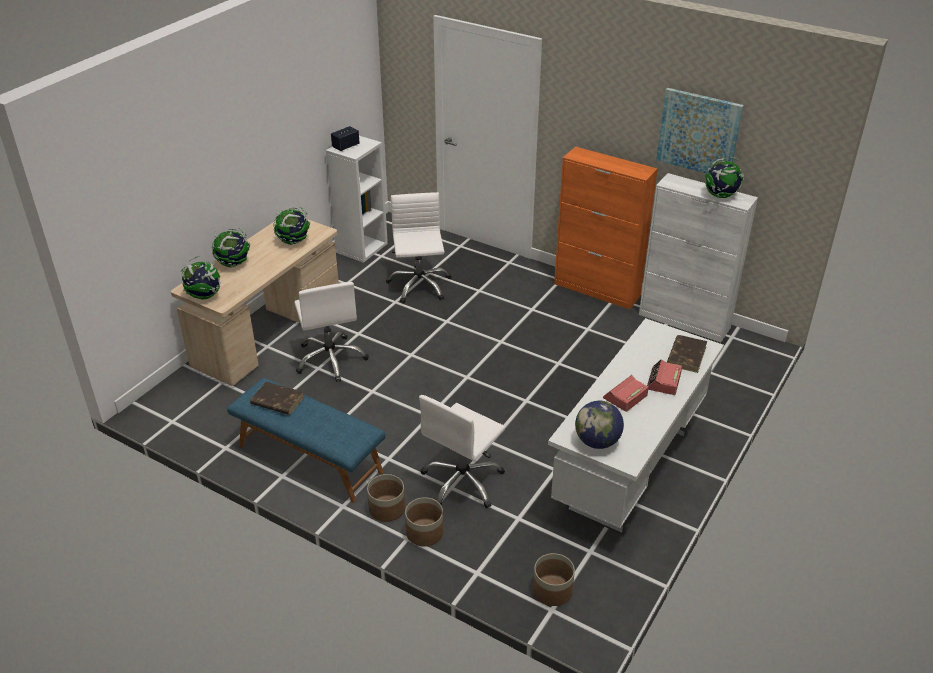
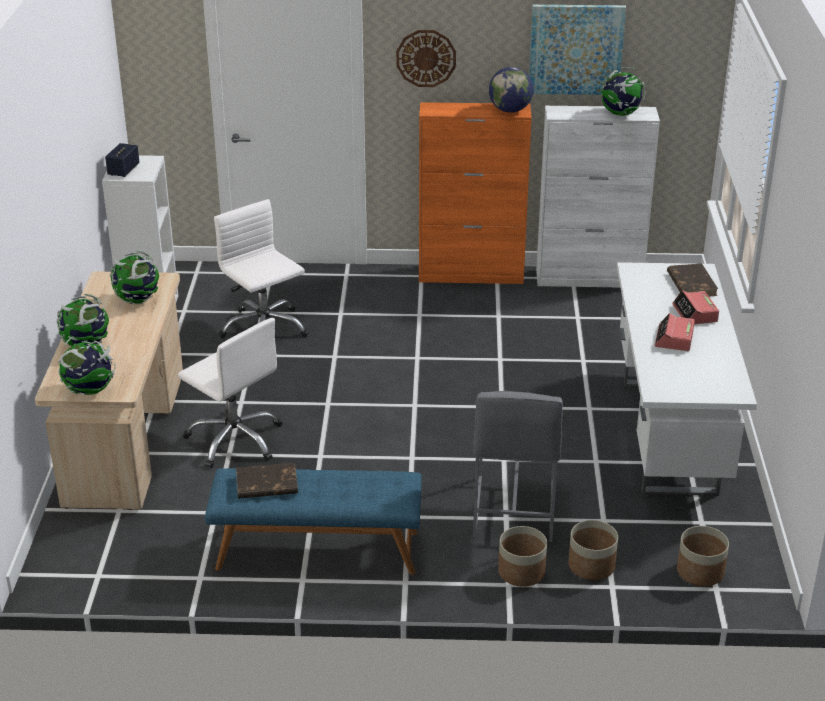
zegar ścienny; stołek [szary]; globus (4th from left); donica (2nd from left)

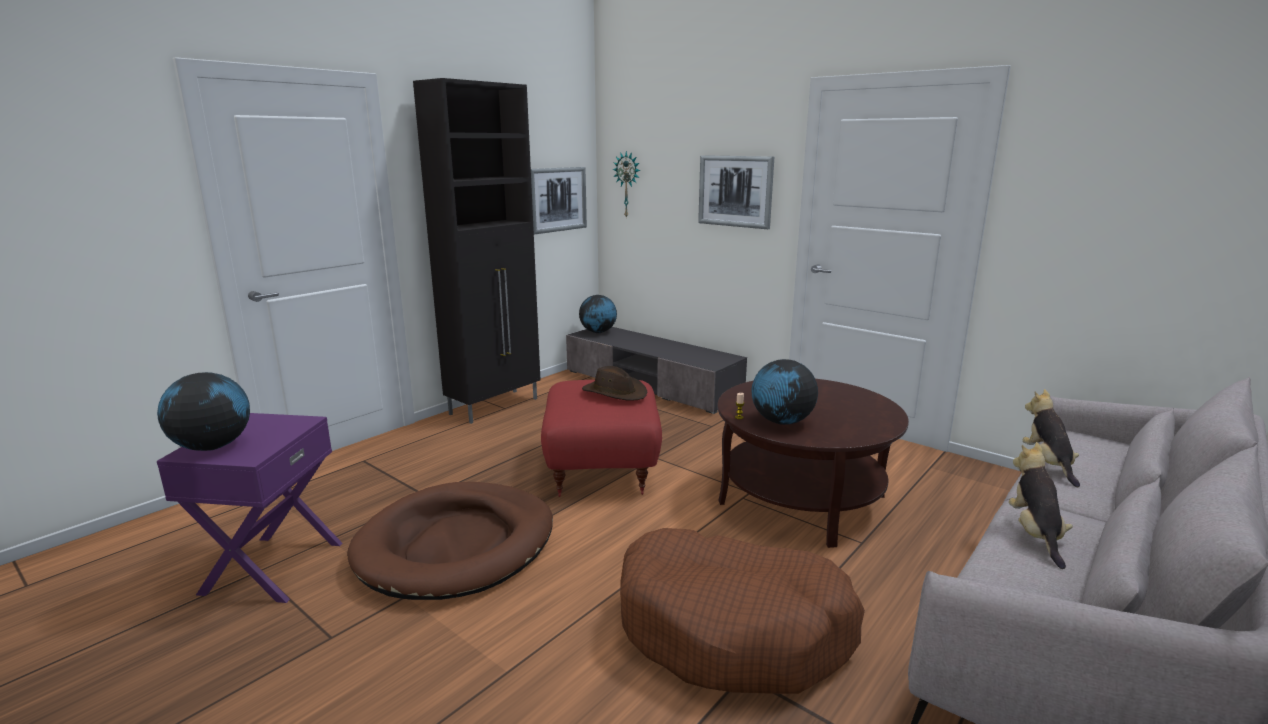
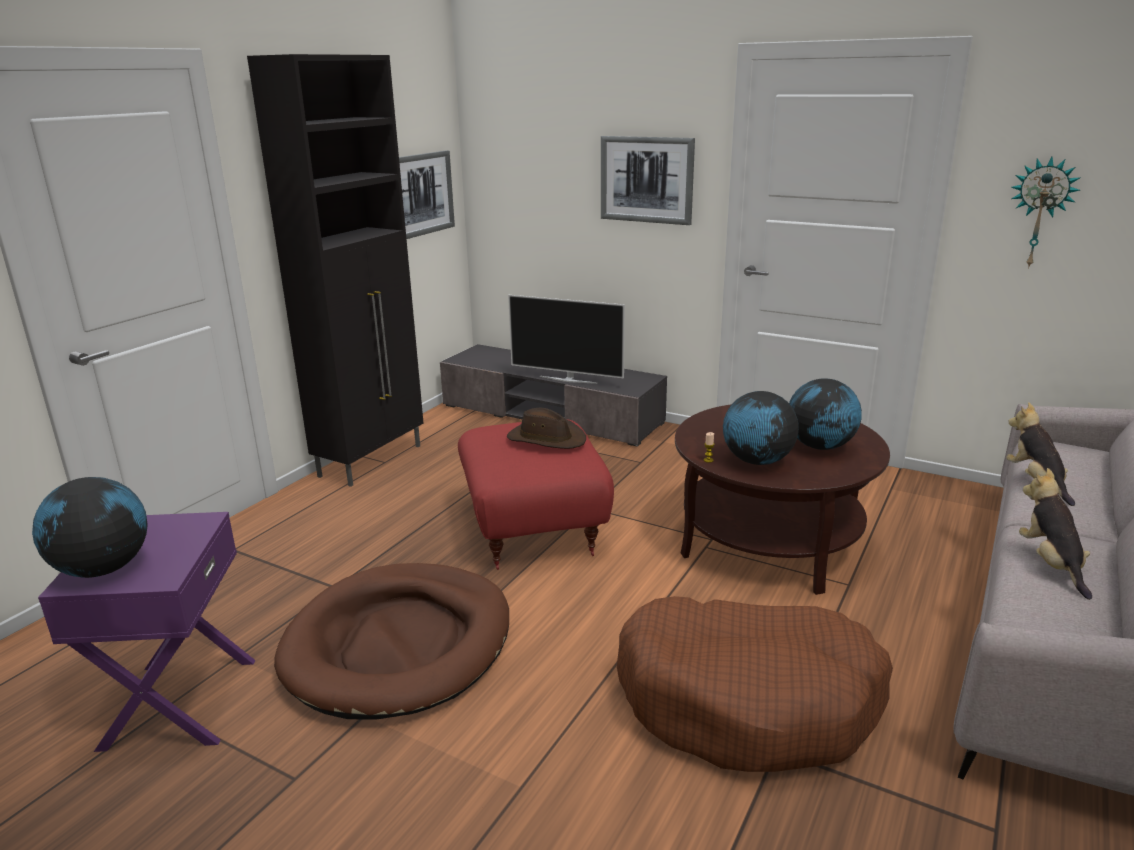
telewizor; globus (3rd from left); zegar ścienny

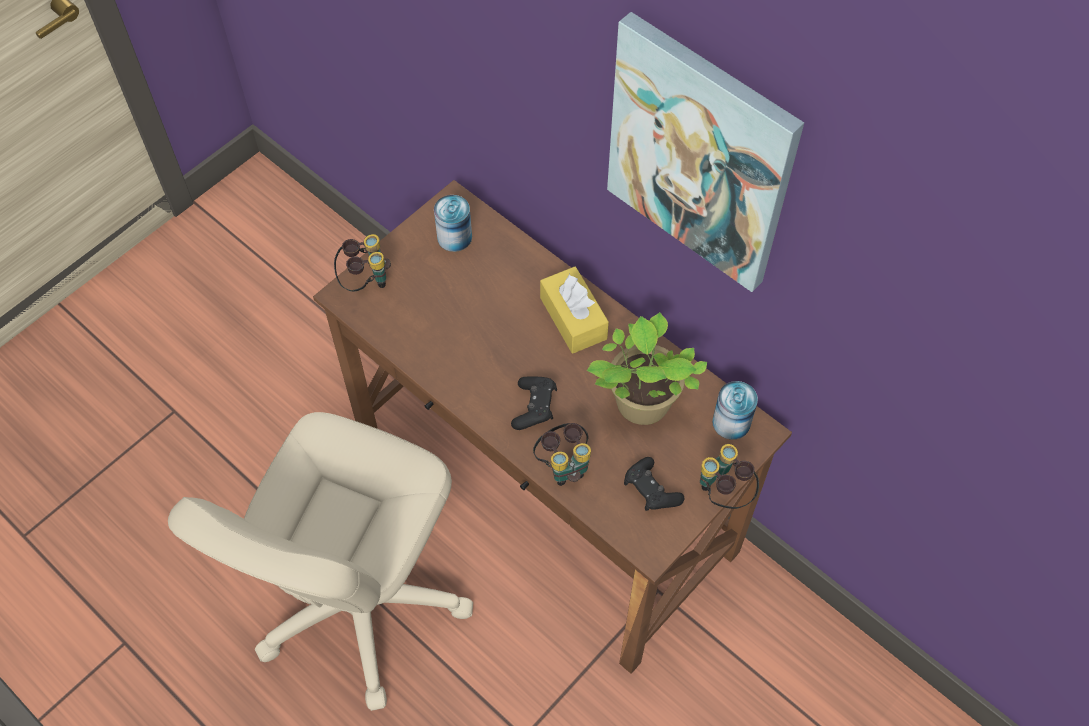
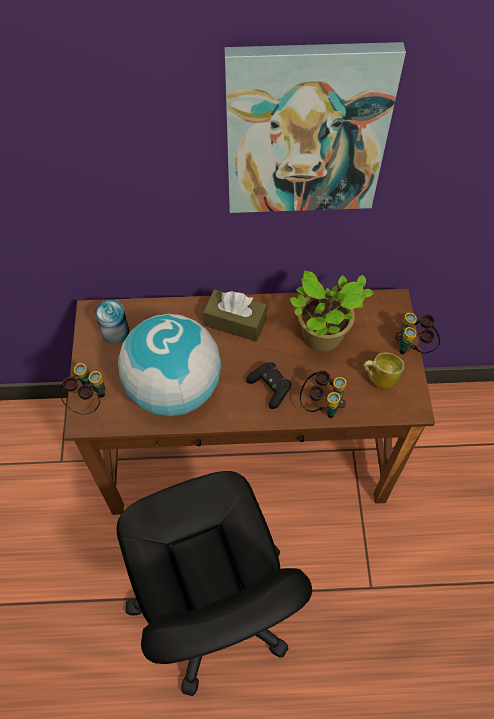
krzesło biurowe [czarny]; globus; pudełko chusteczek [brązowy]; kubek; puszka (2nd from left in the first image)

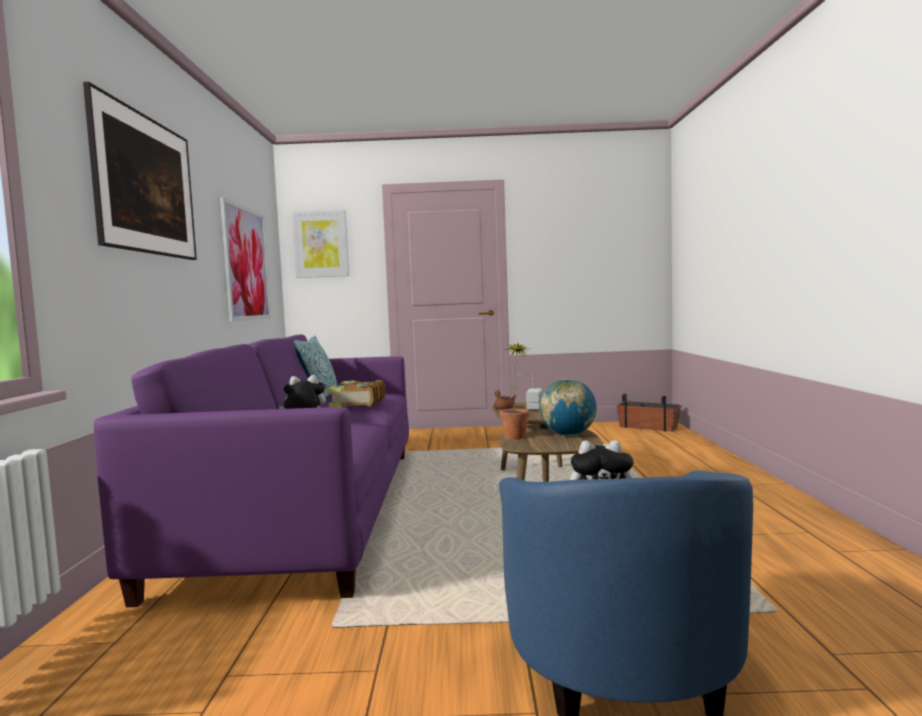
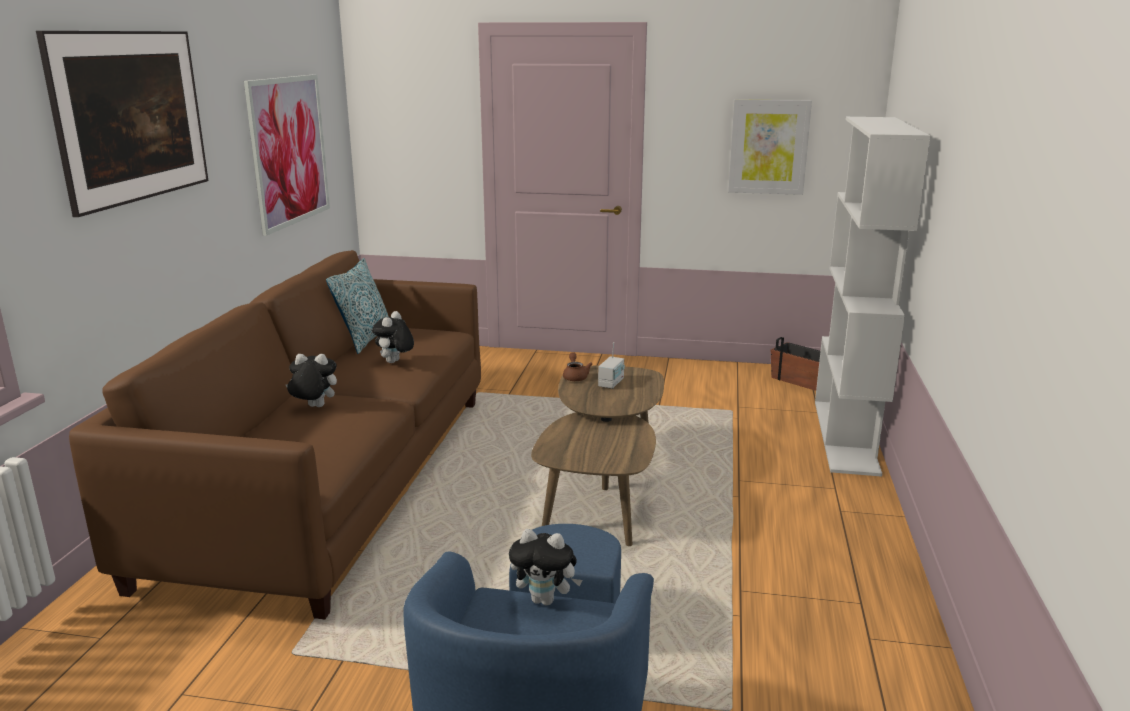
kanapa [brązowy]; pluszak (2nd from left); obraz (3rd from left); regał [biały]; roślina doniczkowa; globus

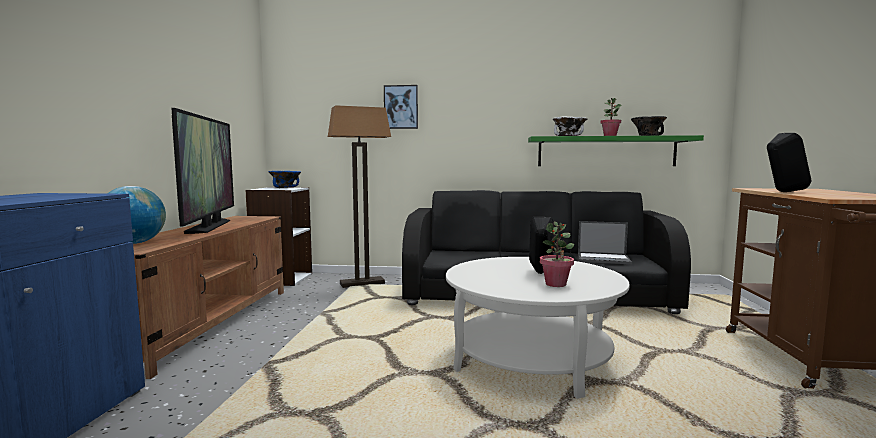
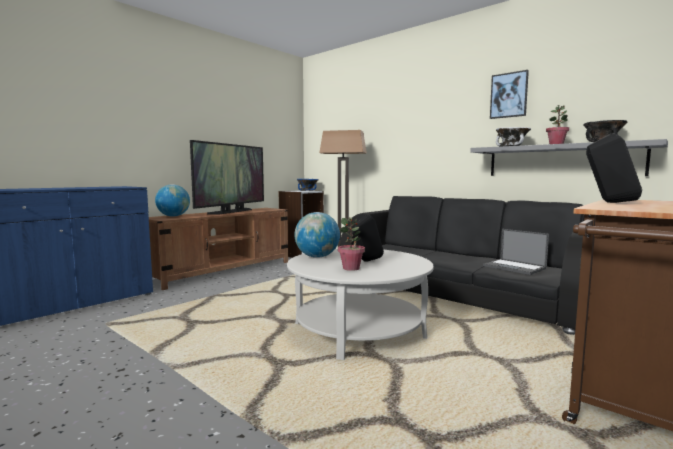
globus (2nd from left); półka [szary]; obraz

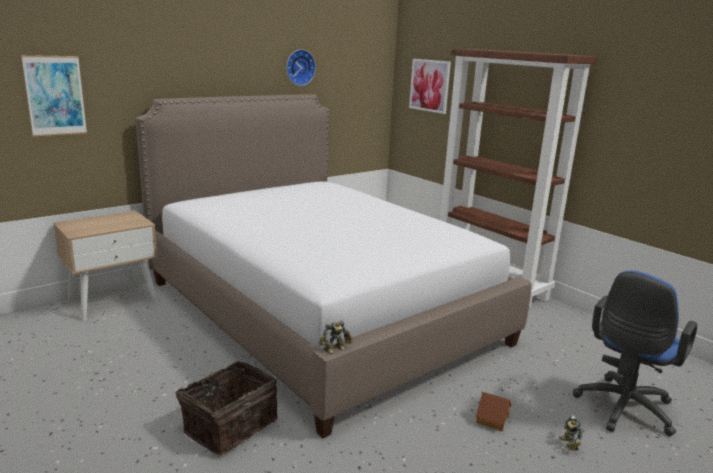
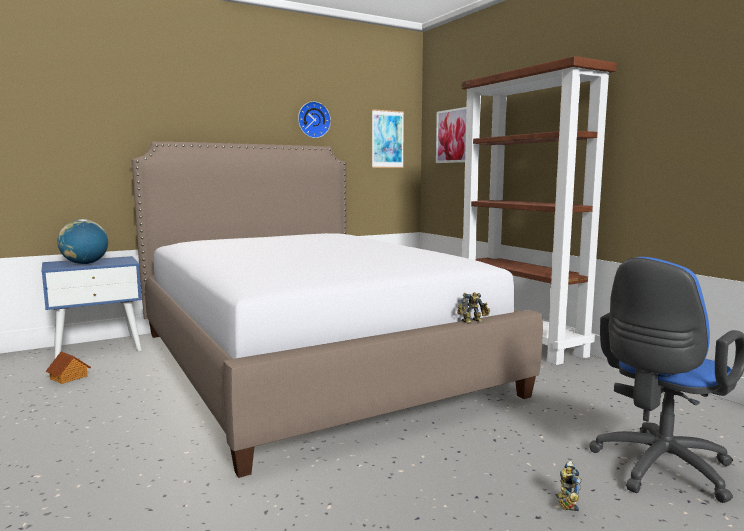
szafka nocna [niebieski]; domek; globus; obraz (1st from left); robot zabawkowy (1st from left); koszyk

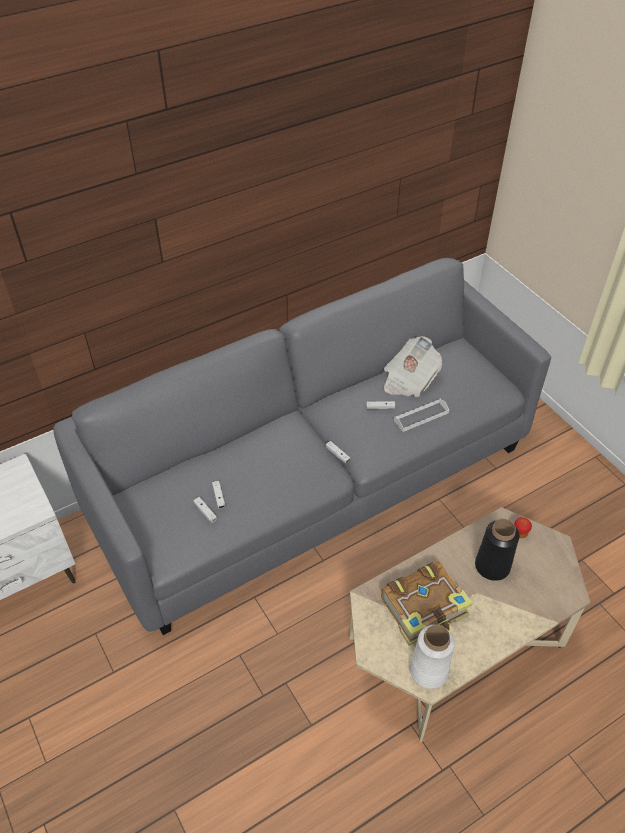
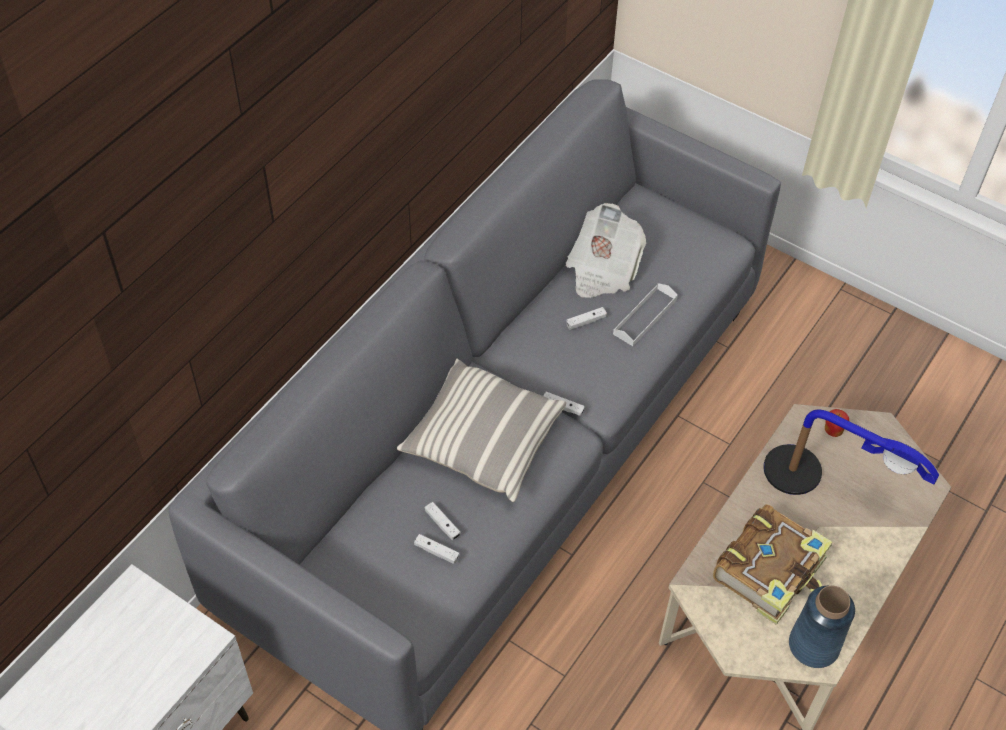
poduszka; lampa stołowa; wazon [niebieski]

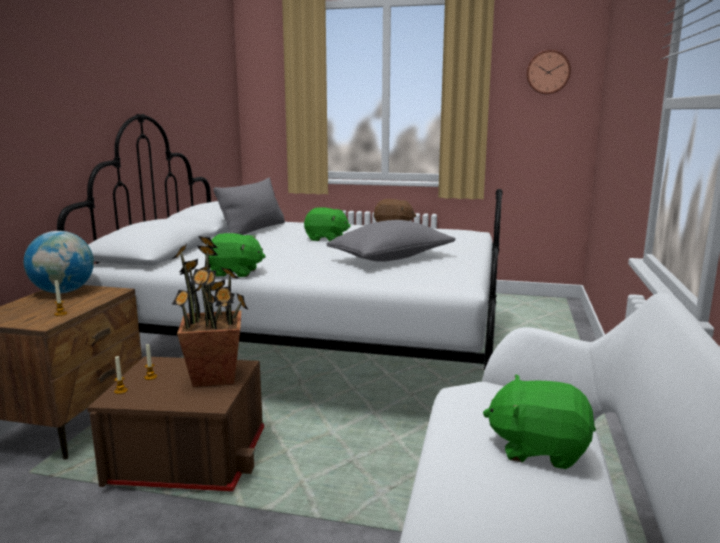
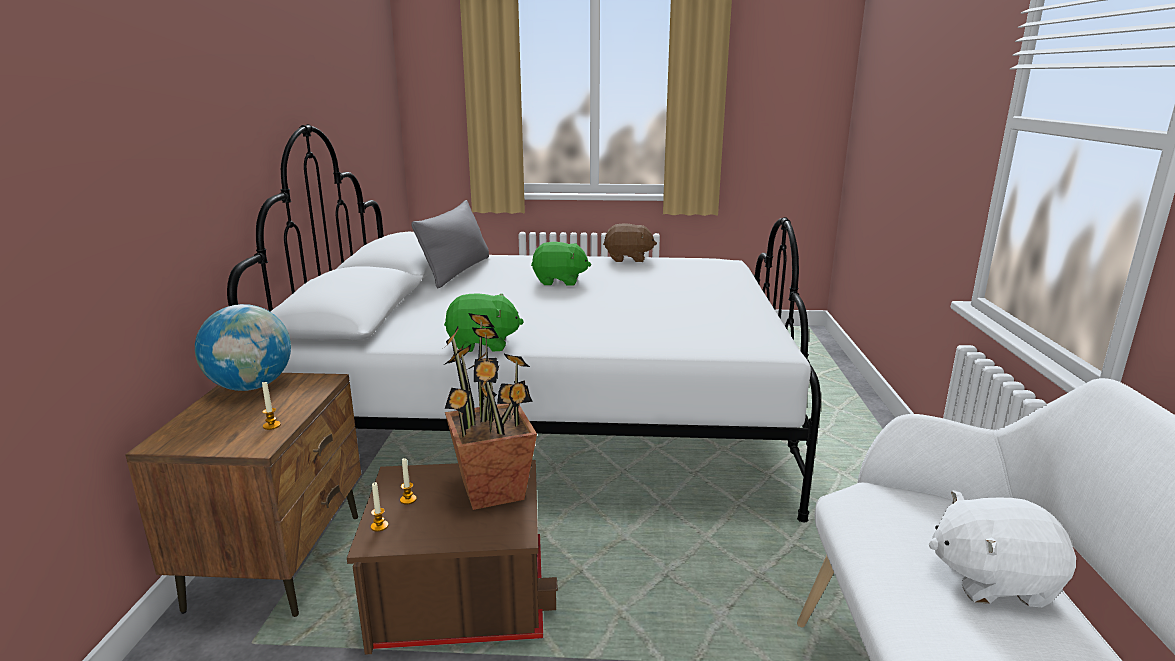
pluszak [biały]; poduszka [szary] (2nd from left in the first image); zegar ścienny

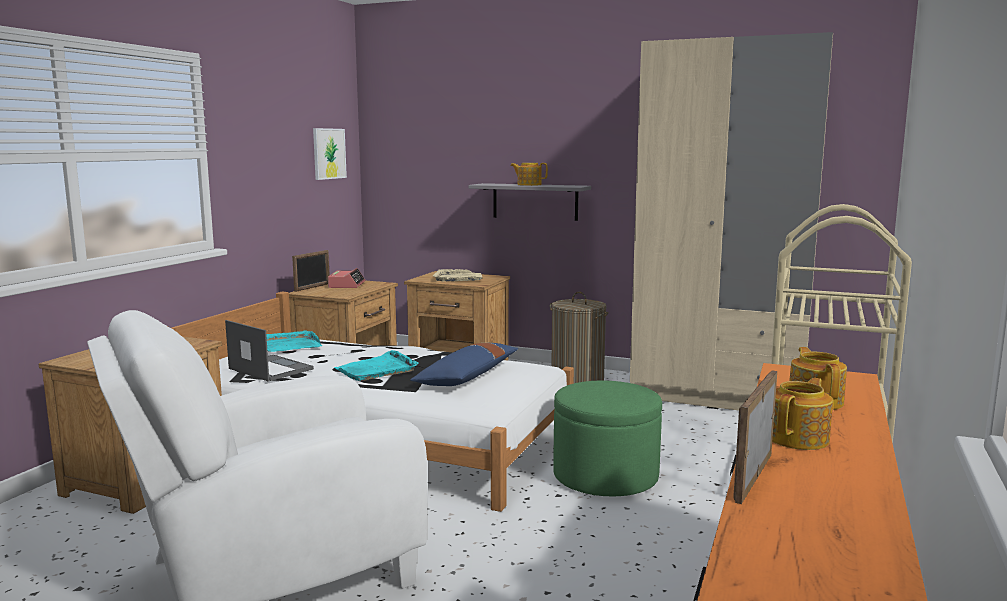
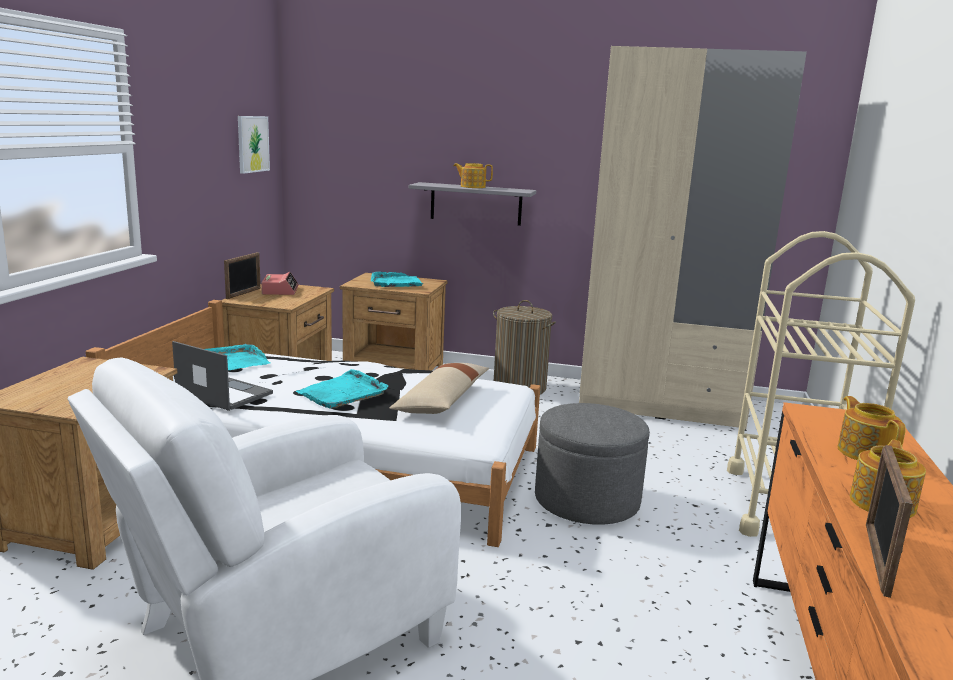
taca [turkusowy] (3rd from left); poduszka [beżowy]; pufa [szary]

